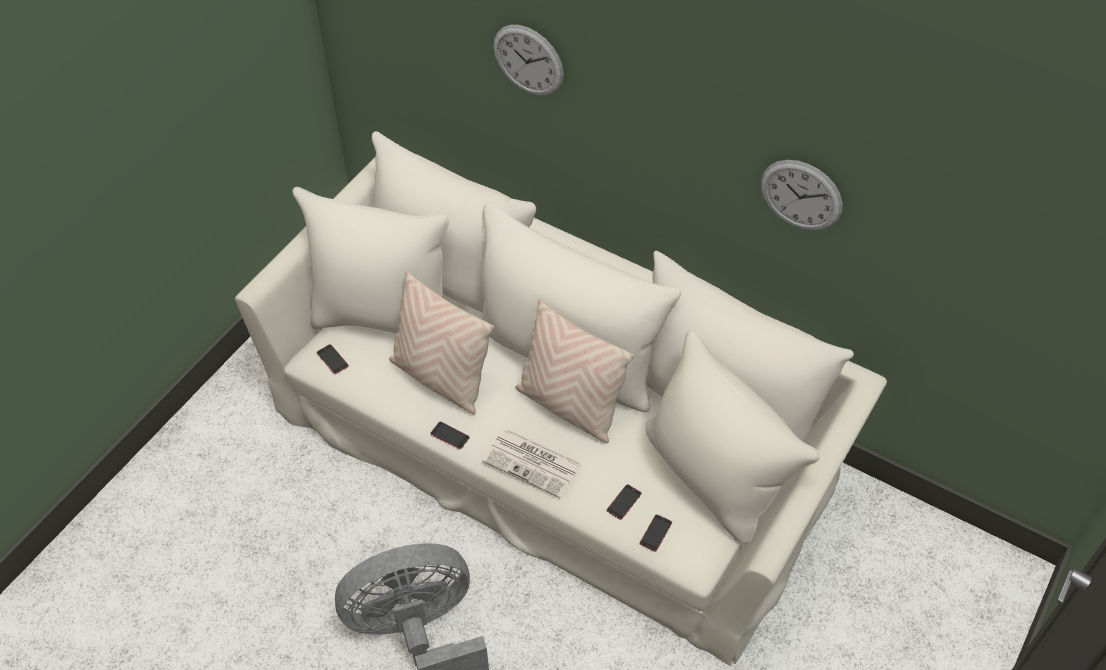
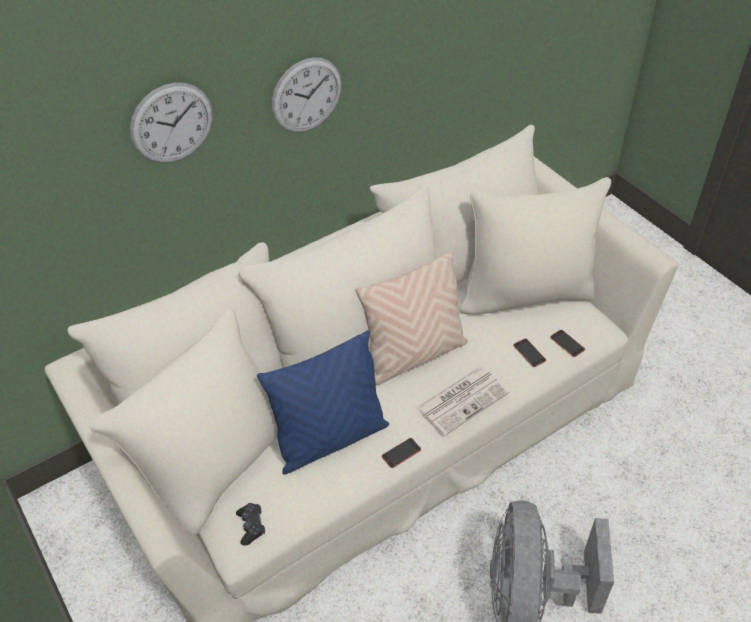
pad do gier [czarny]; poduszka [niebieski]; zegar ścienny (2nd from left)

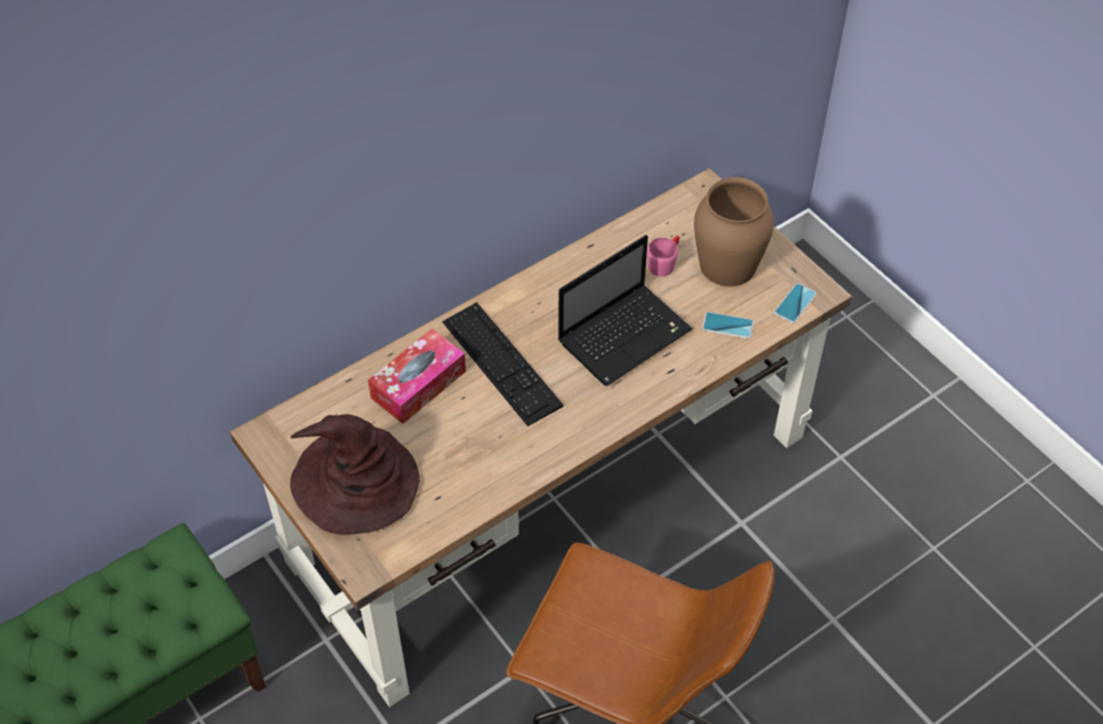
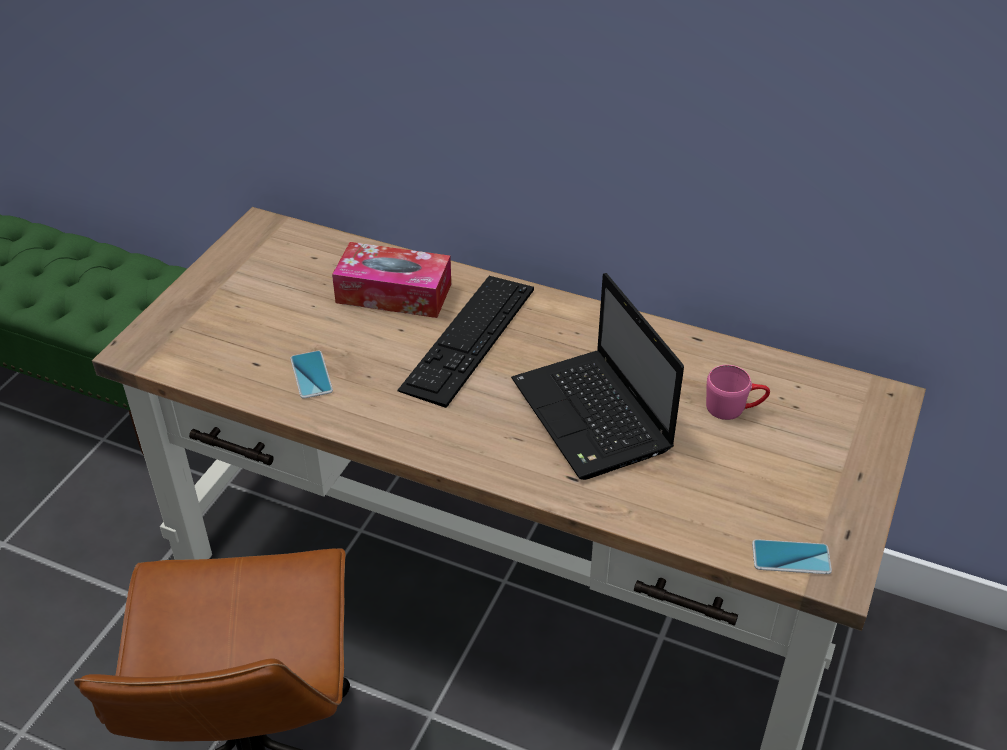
telefon (1st from left); laptop; kapelusz [brązowy]; wazon [brązowy]

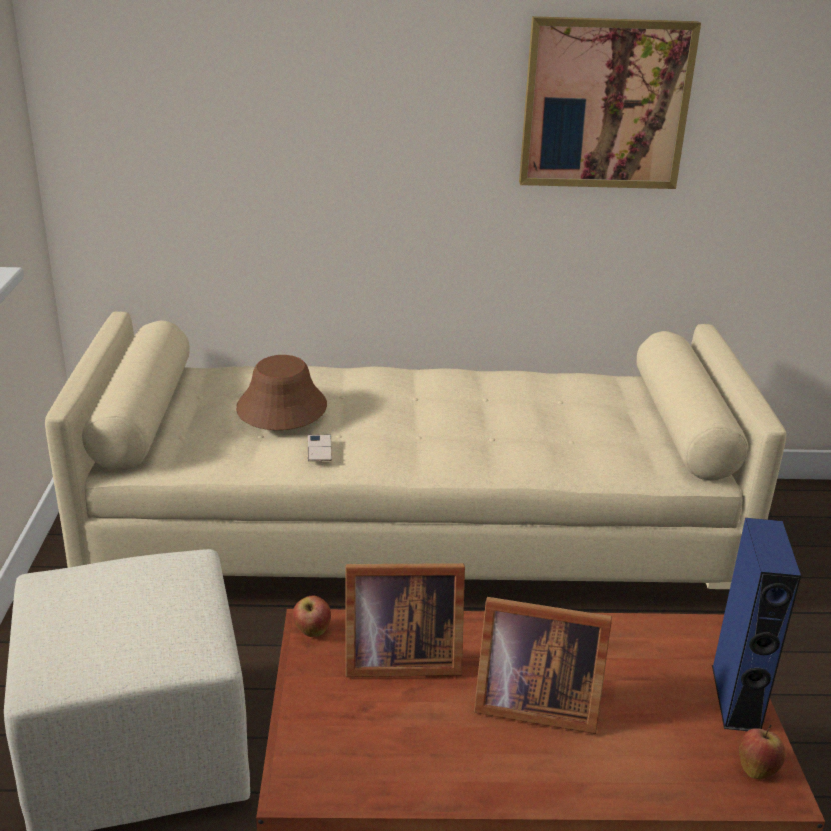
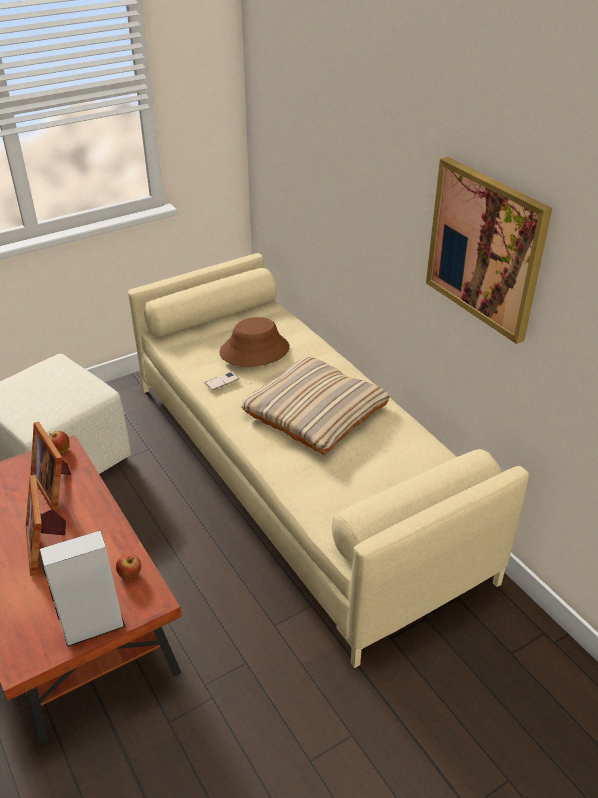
głośnik [szary]; jabłko (2nd from left); poduszka [beżowy]

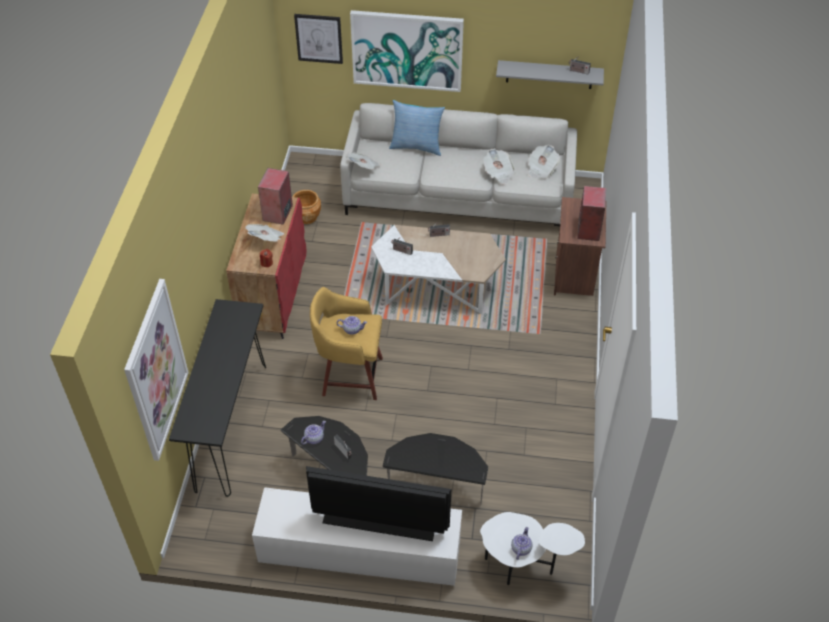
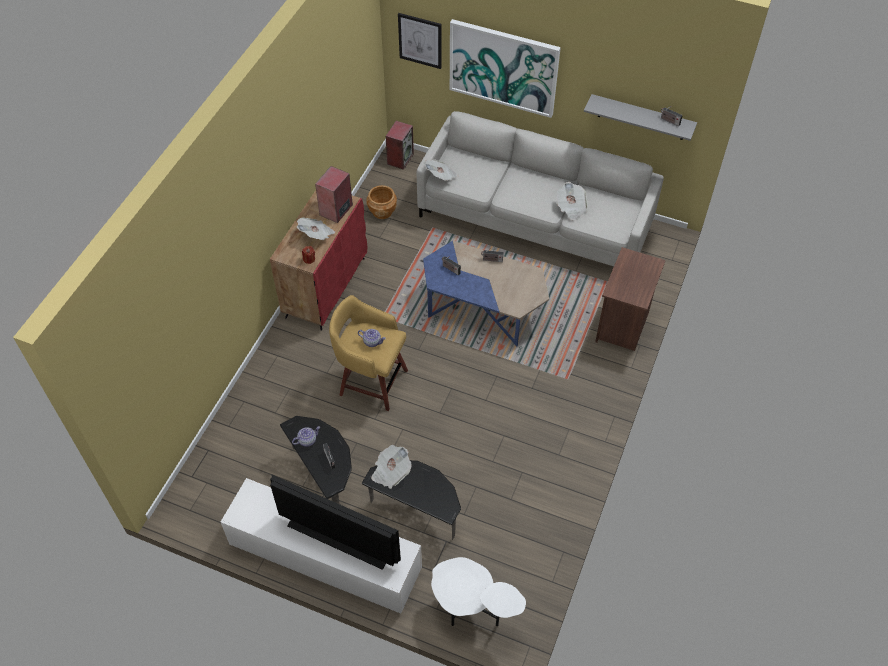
gazeta (2nd from left); głośnik (2nd from left); ława [niebieski]; obraz (1st from left in the first image); stolik konsolowy [czarny]; poduszka; imbryk (3rd from left in the first image)

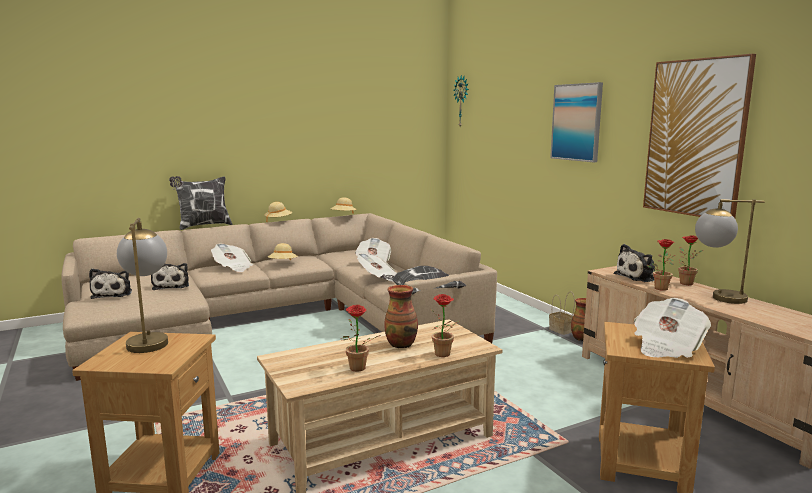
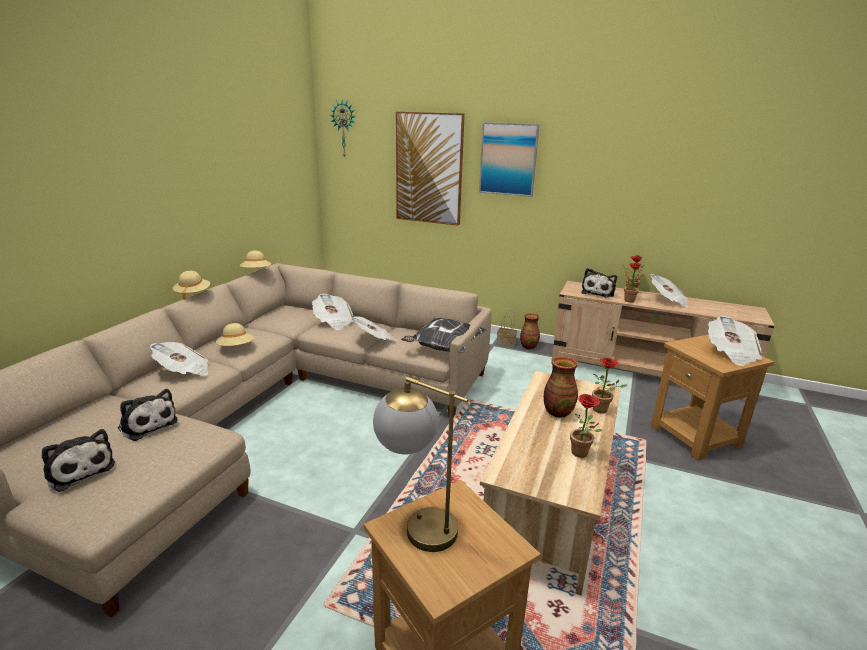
obraz (1st from left); gazeta (4th from left); poduszka (1st from left in the first image)

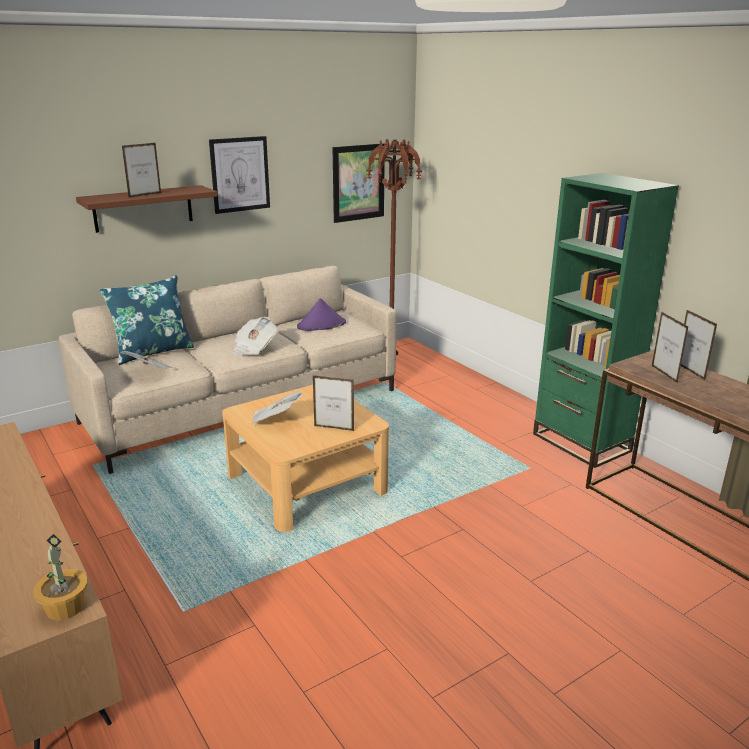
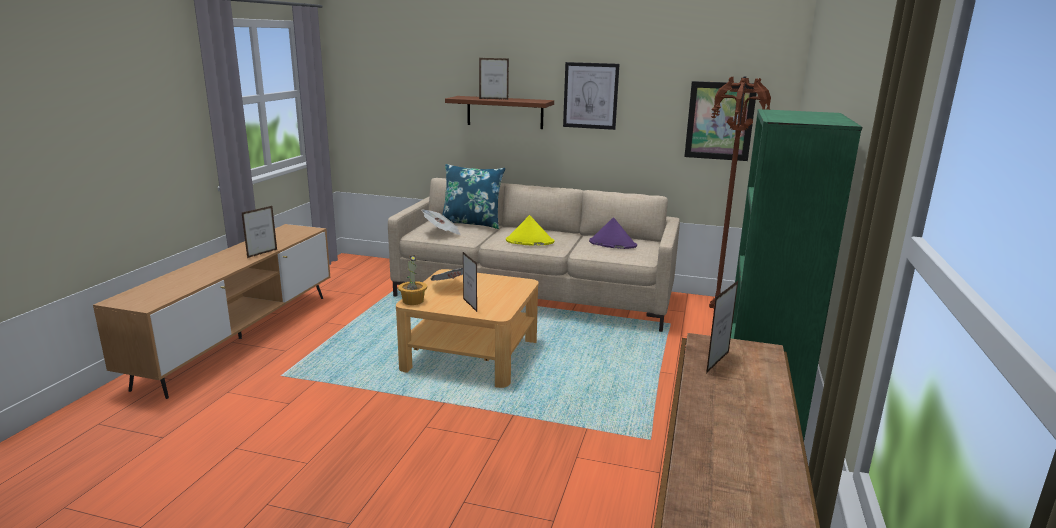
ramka na zdjęcie (1st from left); roślina doniczkowa; kapelusz [żółty]

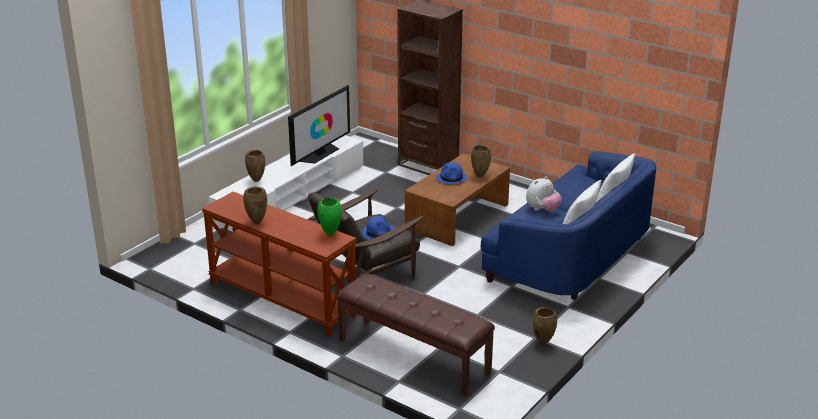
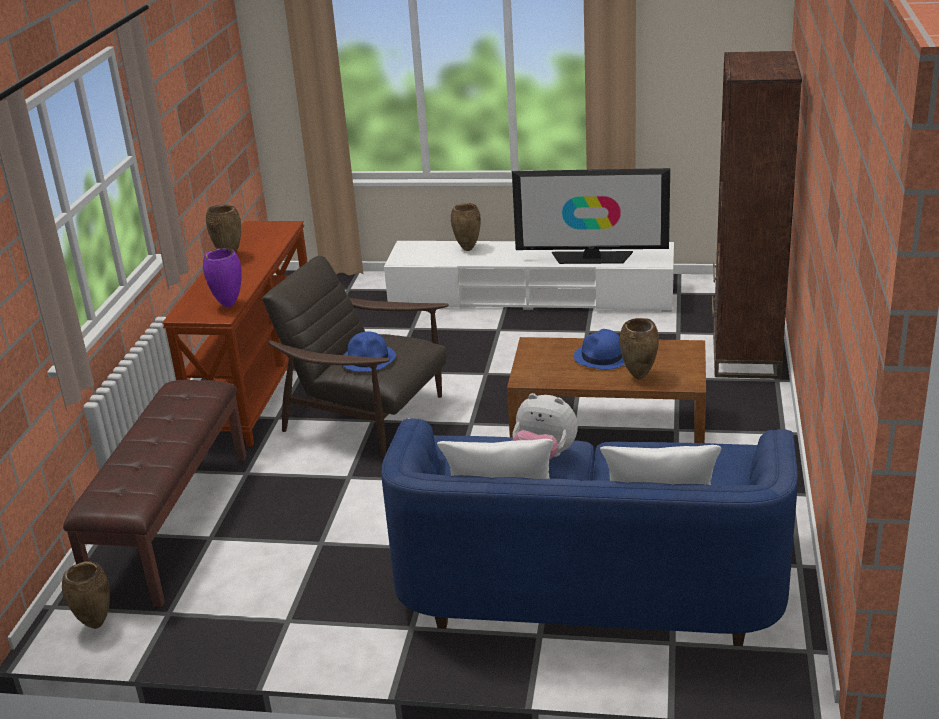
wazon [brązowy] (1st from left); wazon [fioletowy]

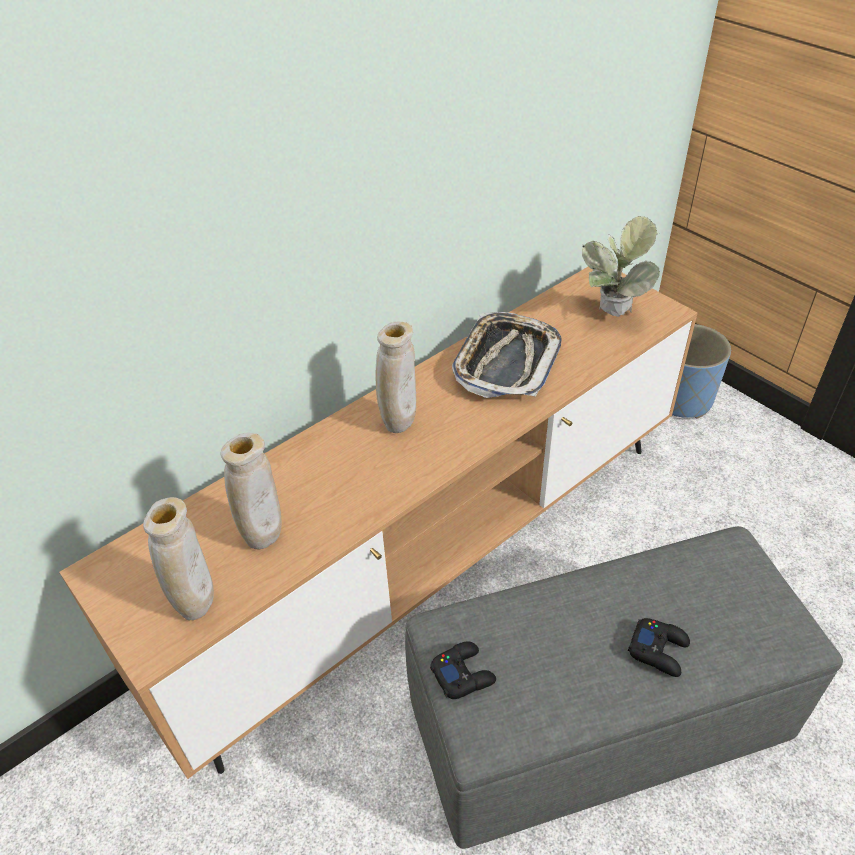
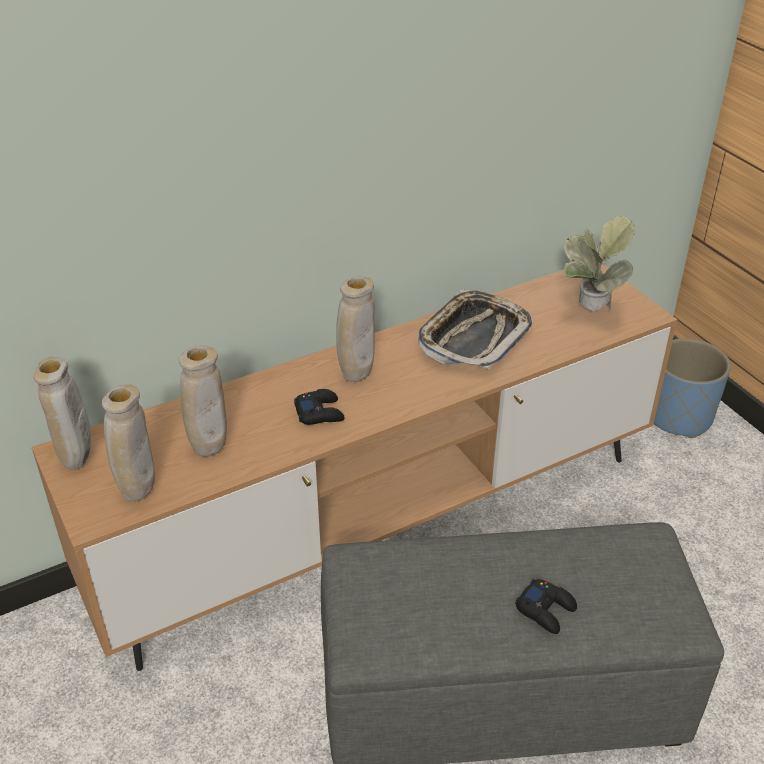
wazon [beżowy] (1st from left); pad do gier [czarny] (1st from left)

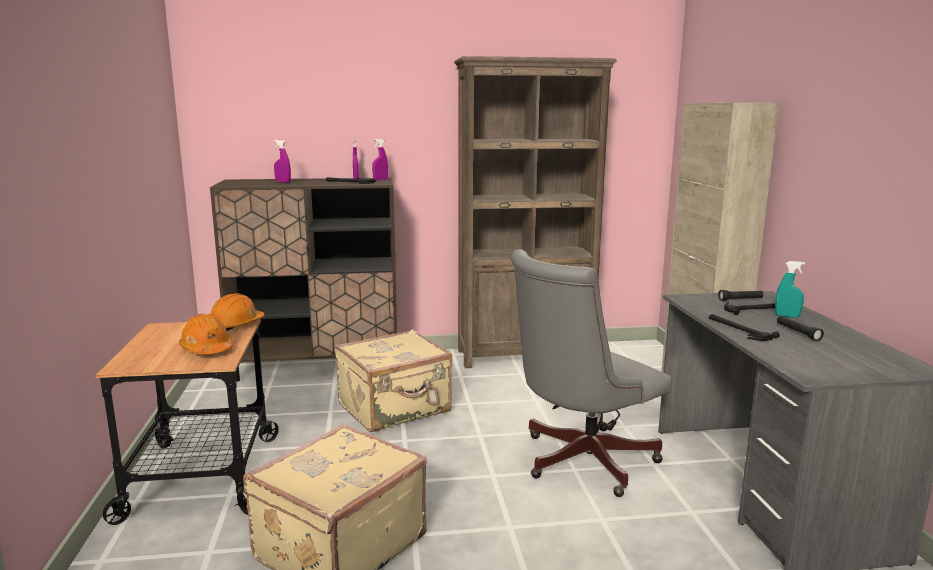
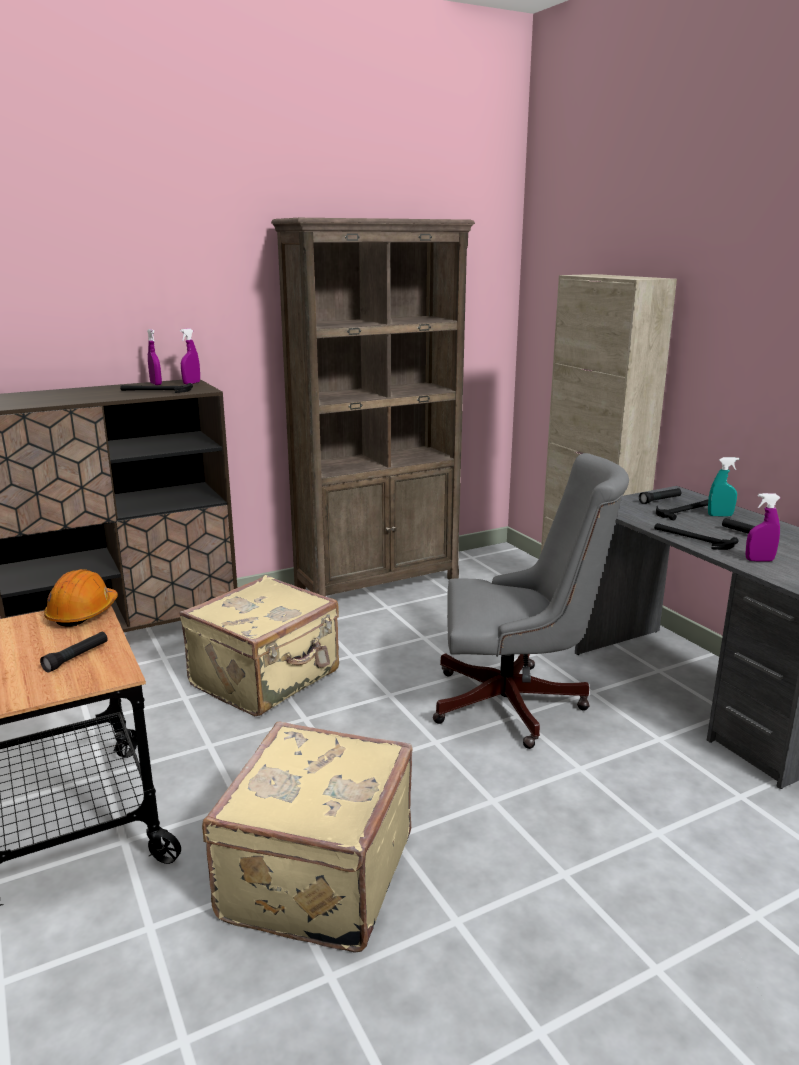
latarka [czarny] (1st from left); krzesło biurowe [szary]; spryskiwacz [fioletowy] (3rd from left)

